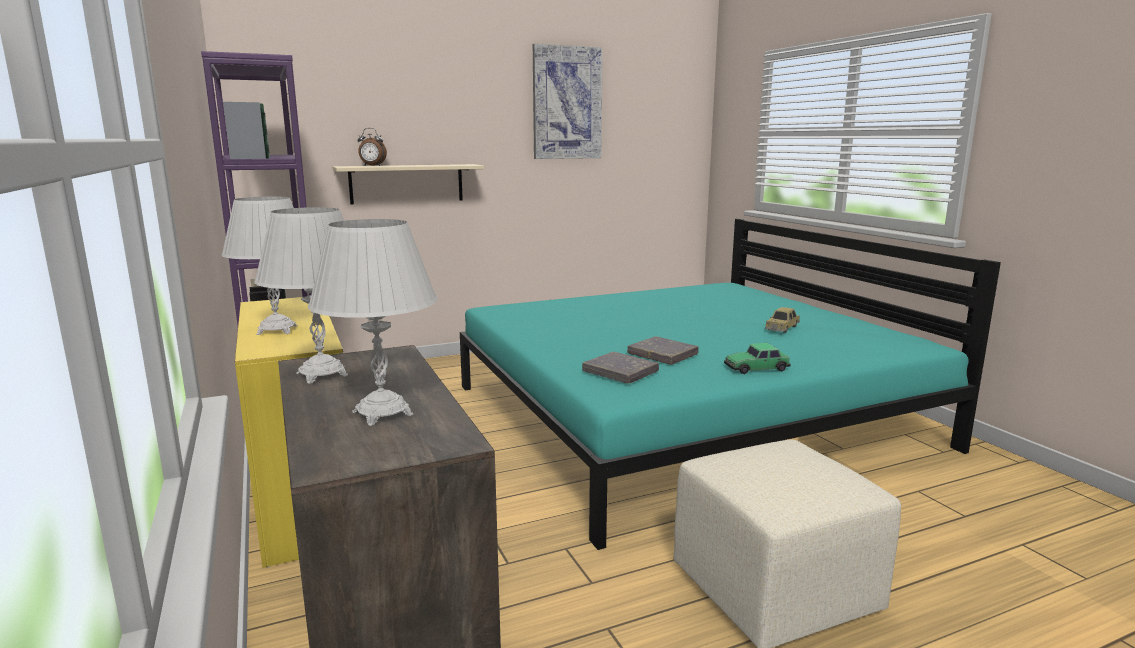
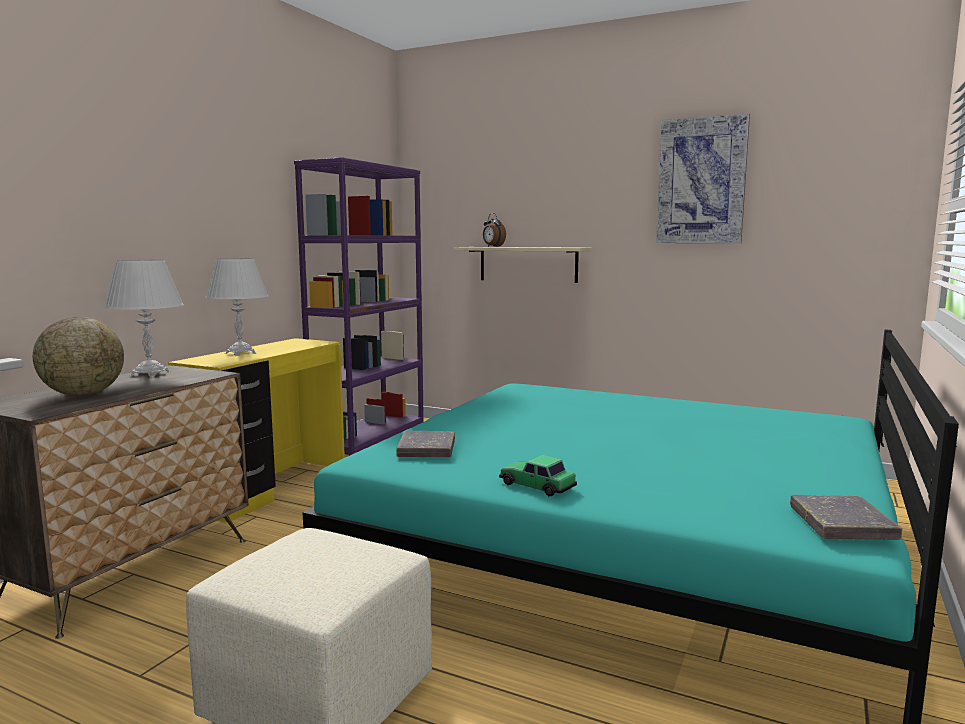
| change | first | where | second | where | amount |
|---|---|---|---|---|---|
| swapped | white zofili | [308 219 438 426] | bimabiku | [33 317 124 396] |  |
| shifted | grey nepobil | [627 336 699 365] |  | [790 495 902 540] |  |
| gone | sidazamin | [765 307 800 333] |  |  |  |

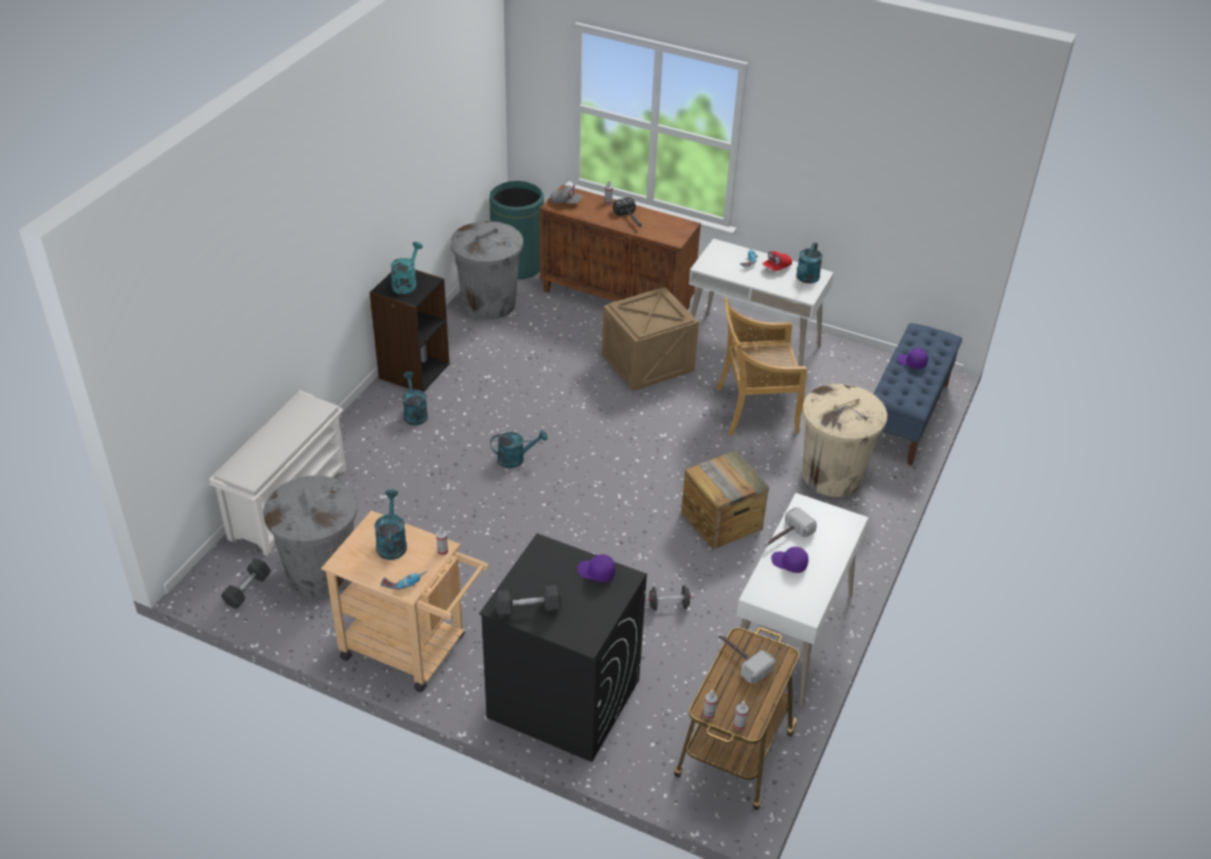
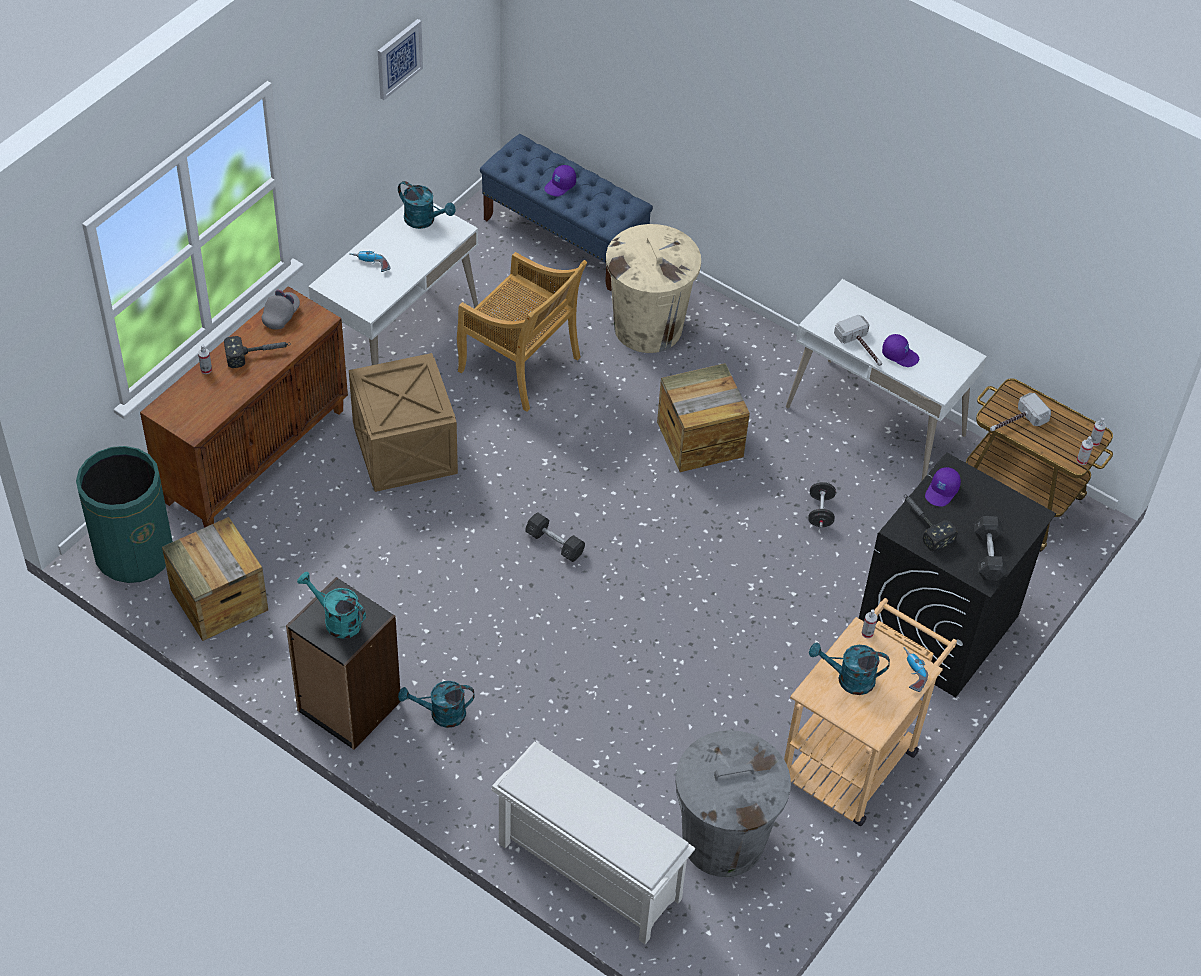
| change | first | where | second | where | amount |
|---|---|---|---|---|---|
| swapped | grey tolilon | [450 221 523 320] | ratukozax | [162 517 268 641] |  |
| shifted | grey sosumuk | [550 185 583 204] |  | [262 290 300 330] |  |
| new |  |  | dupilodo | [378 19 423 100] |  |
| rotated | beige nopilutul | [717 297 807 436] |  | [457 252 587 412] | 60 degrees counterclockwise |
| shifted | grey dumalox | [221 558 271 609] |  | [525 512 585 562] |  |
| rotated | purple sosumuk | [771 547 808 573] |  | [882 334 919 367] | 105 degrees counterclockwise |
| new |  |  | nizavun | [905 496 958 552] |  |
| gone | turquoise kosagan | [490 430 548 468] |  |  |  |
| gone | red sosumuk | [763 251 792 271] |  |  |  |

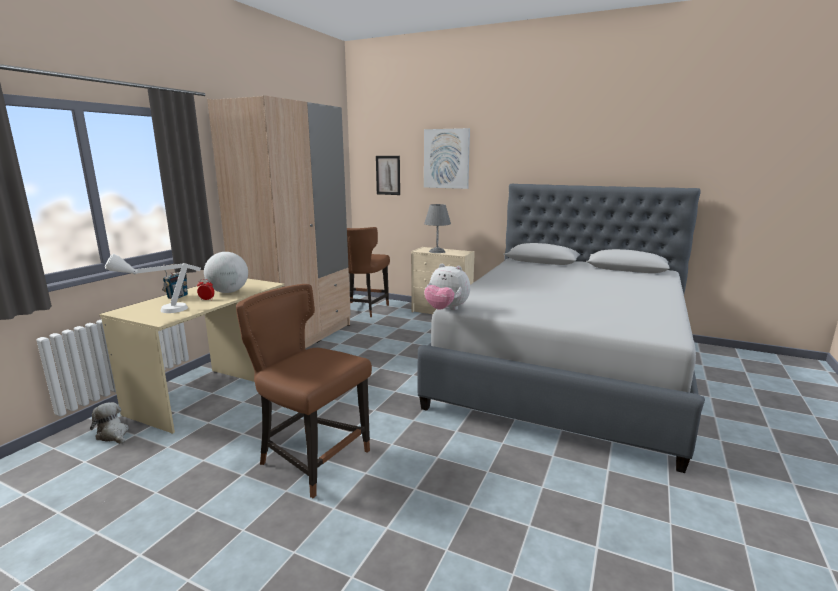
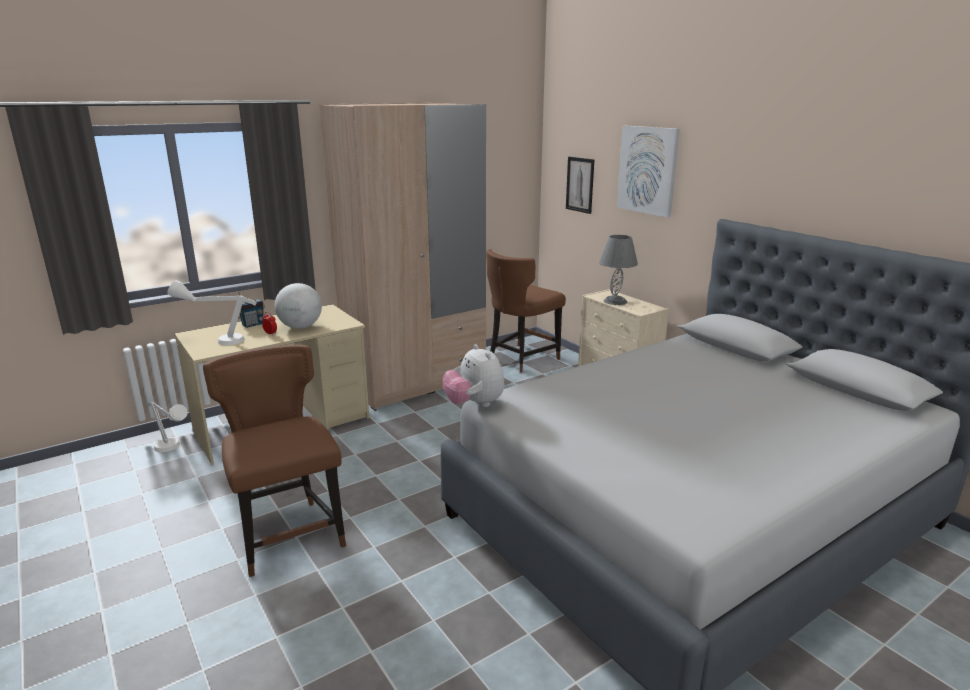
| change | first | where | second | where | amount |
|---|---|---|---|---|---|
| swapped | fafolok | [90 402 129 444] | white zofili | [147 402 188 452] |  |

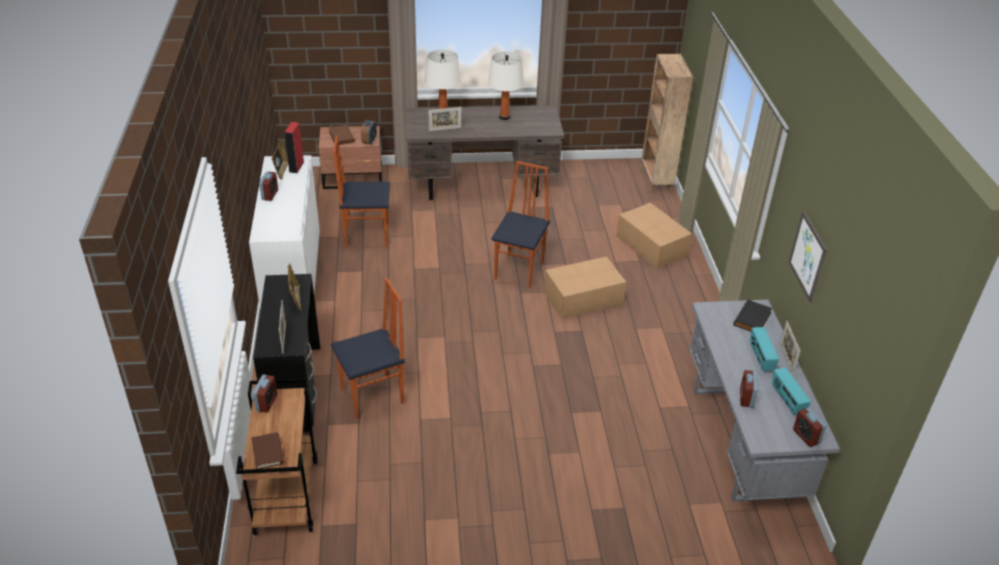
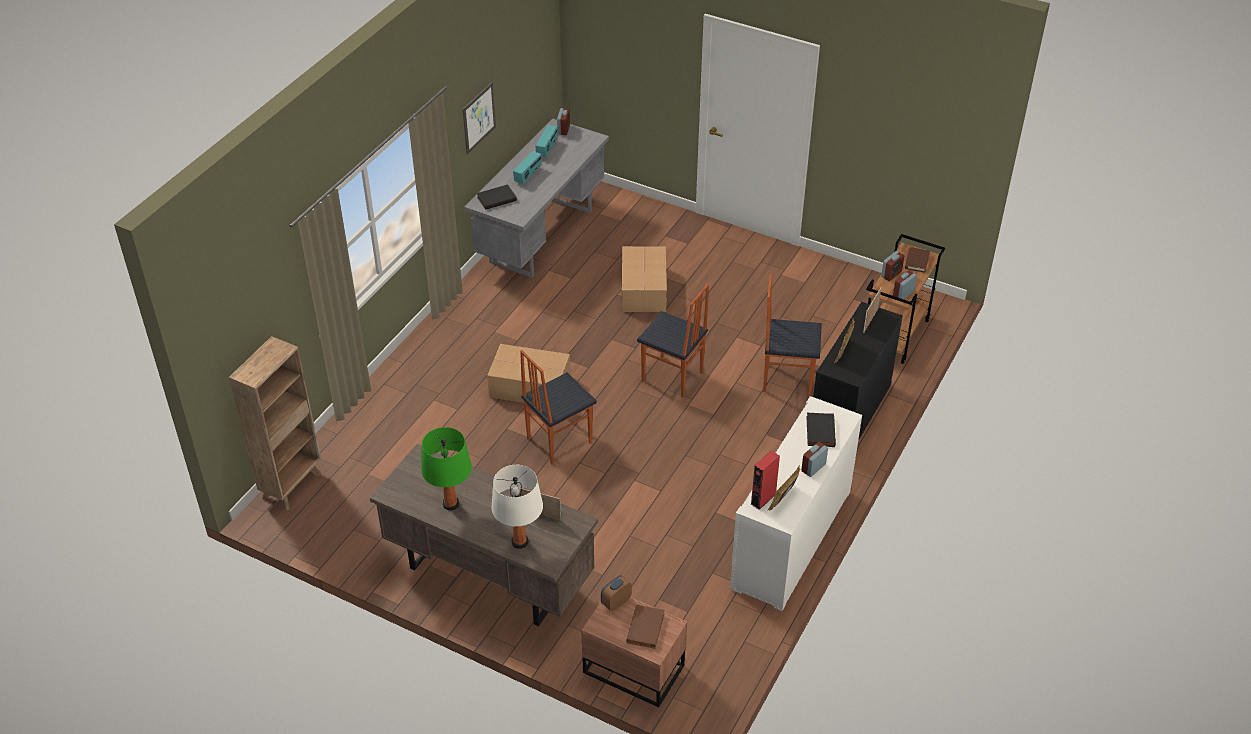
| change | first | where | second | where | amount |
|---|---|---|---|---|---|
| repainted | white zofili | [488 51 524 120] | green zofili | [421 427 472 510] |  |
| shifted | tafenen | [616 203 692 268] |  | [622 246 667 312] |  |
| shifted | nopilutul | [333 135 390 247] |  | [637 283 709 398] |  |
| new |  |  | black nepobil | [807 413 836 447] |  |
| shifted | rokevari | [740 370 758 408] |  | [881 251 904 281] |  |
| gone | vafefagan | [780 321 800 374] |  |  |  |

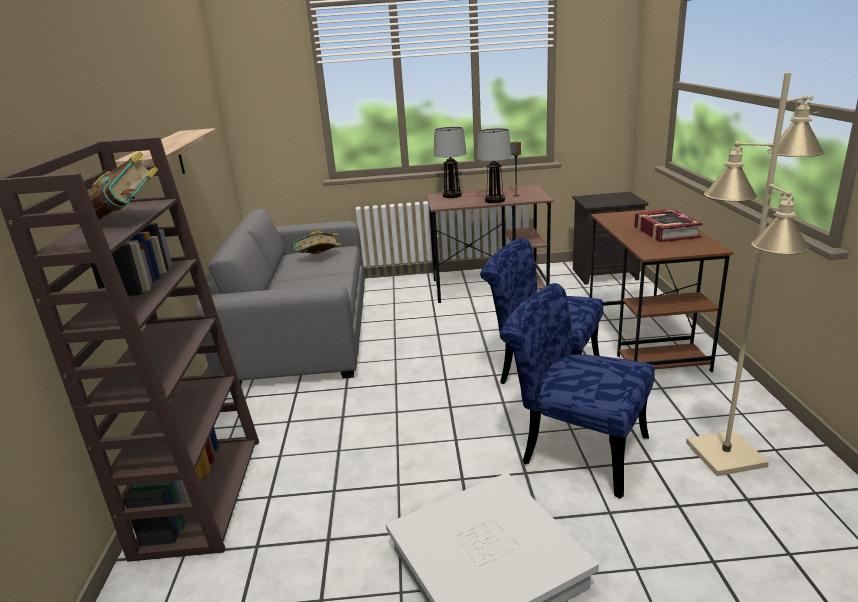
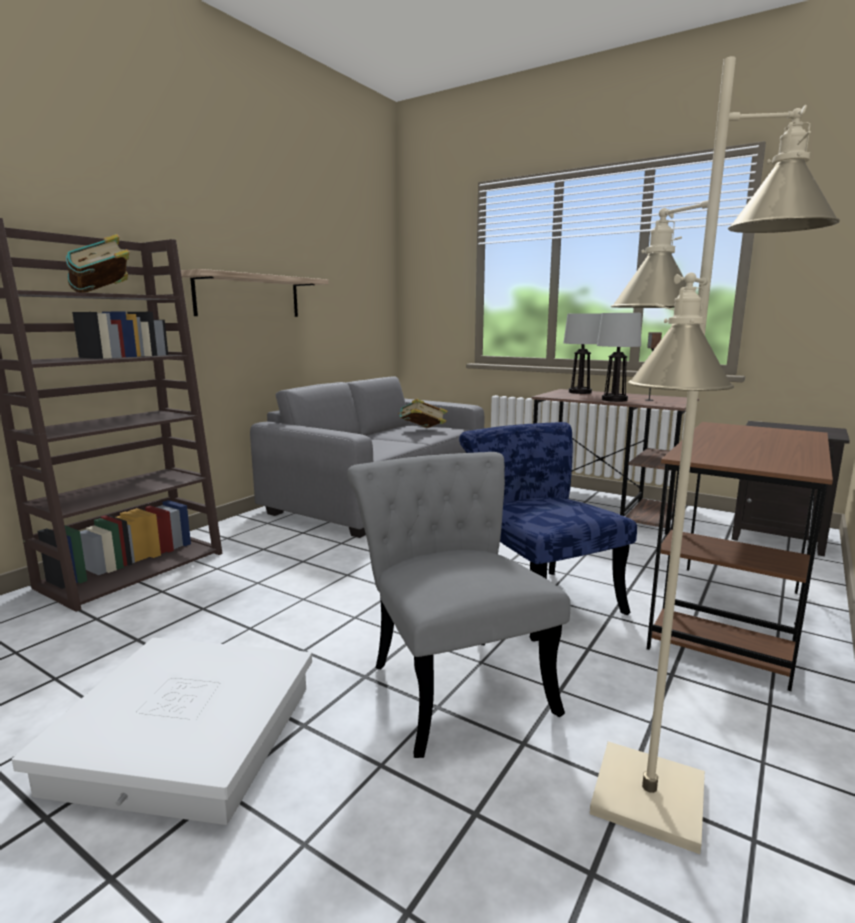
| change | first | where | second | where | amount |
|---|---|---|---|---|---|
| repainted | blue nopilutul | [500 283 655 499] | grey nopilutul | [347 452 571 758] |  |
| gone | nepobil | [634 209 703 242] |  |  |  |

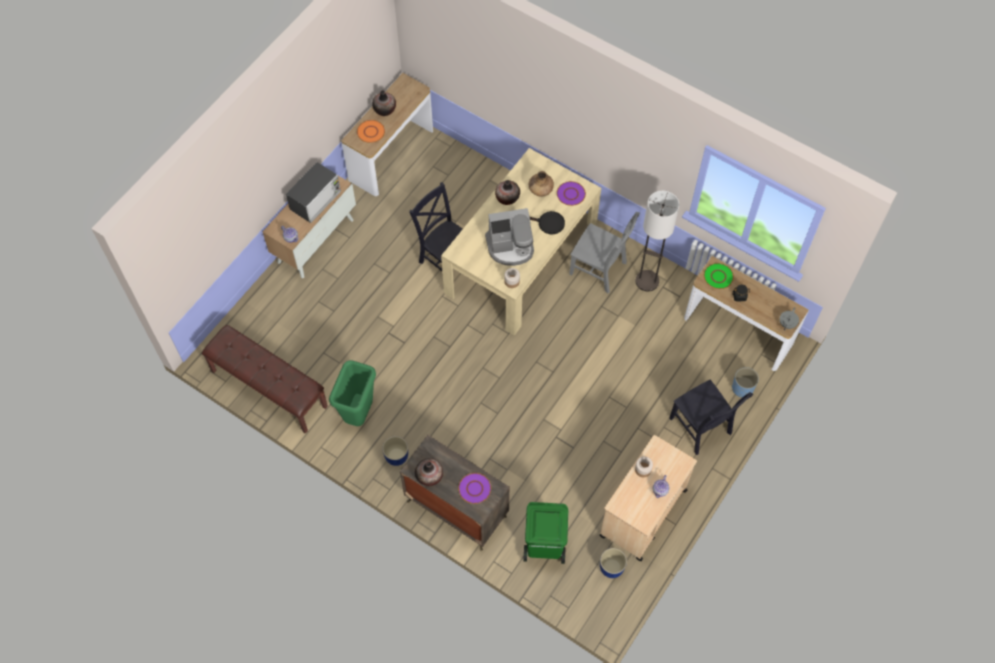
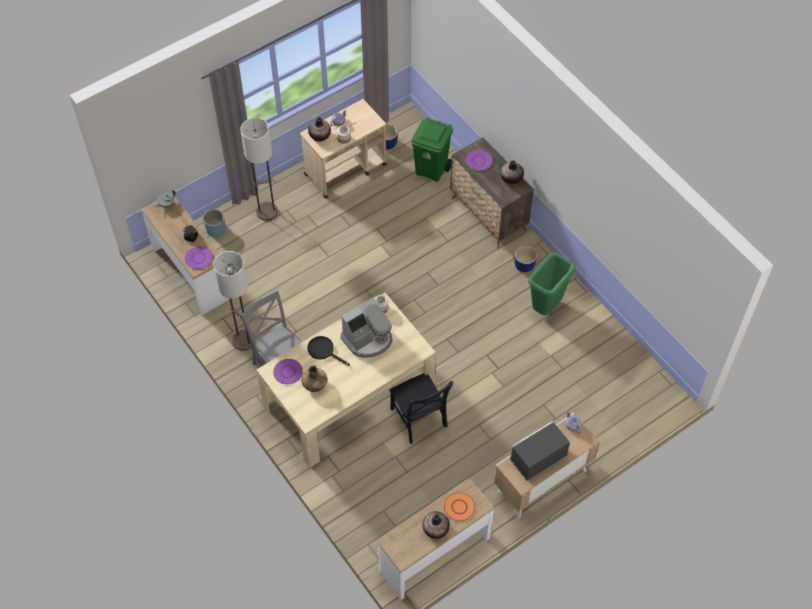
| change | first | where | second | where | amount |
|---|---|---|---|---|---|
| repainted | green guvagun | [704 263 734 289] | purple guvagun | [185 246 213 269] |  |
| swapped | black nopilutul | [669 380 753 455] | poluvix | [240 118 278 221] |  |
| shifted | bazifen | [495 180 520 205] |  | [308 117 331 142] |  |
| rotated | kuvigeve | [485 208 534 266] |  | [340 297 392 358] | 135 degrees clockwise |
| gone | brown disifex | [202 325 328 434] |  |  |  |

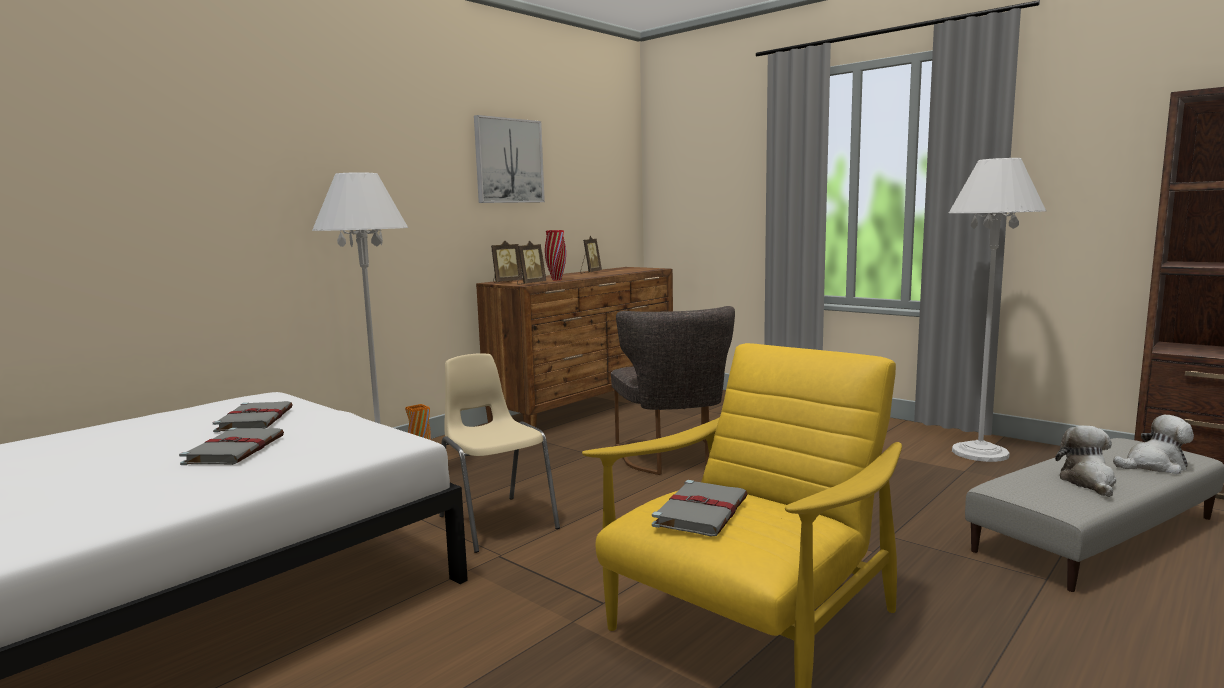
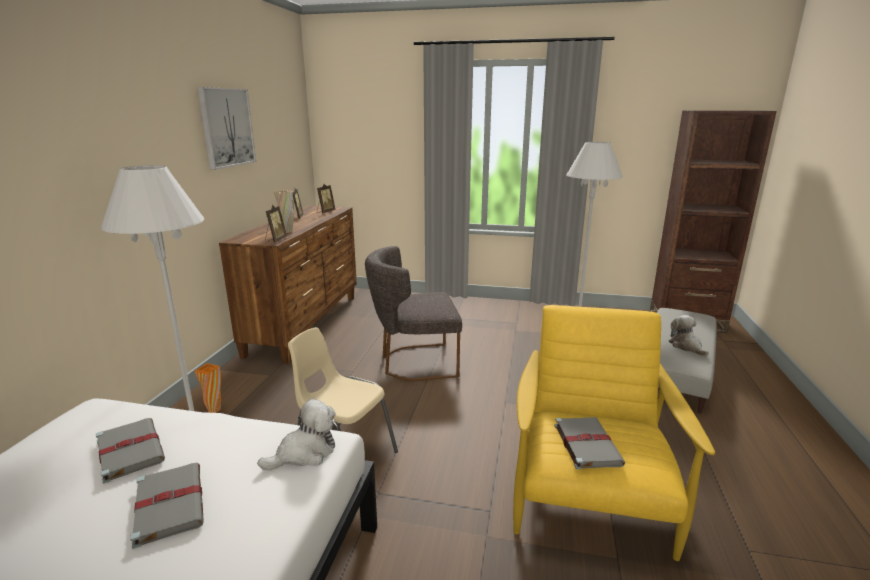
| change | first | where | second | where | amount |
|---|---|---|---|---|---|
| shifted | fafolok | [1113 415 1194 474] |  | [257 399 336 470] |  |
| repainted | red bazifen | [545 230 566 281] | beige bazifen | [274 190 294 233] |  |
| shifted | vafefagan | [491 241 523 282] |  | [317 184 335 213] |  |
| rotated | grey nopilutul | [611 306 735 475] |  | [365 246 462 381] | 120 degrees clockwise |

